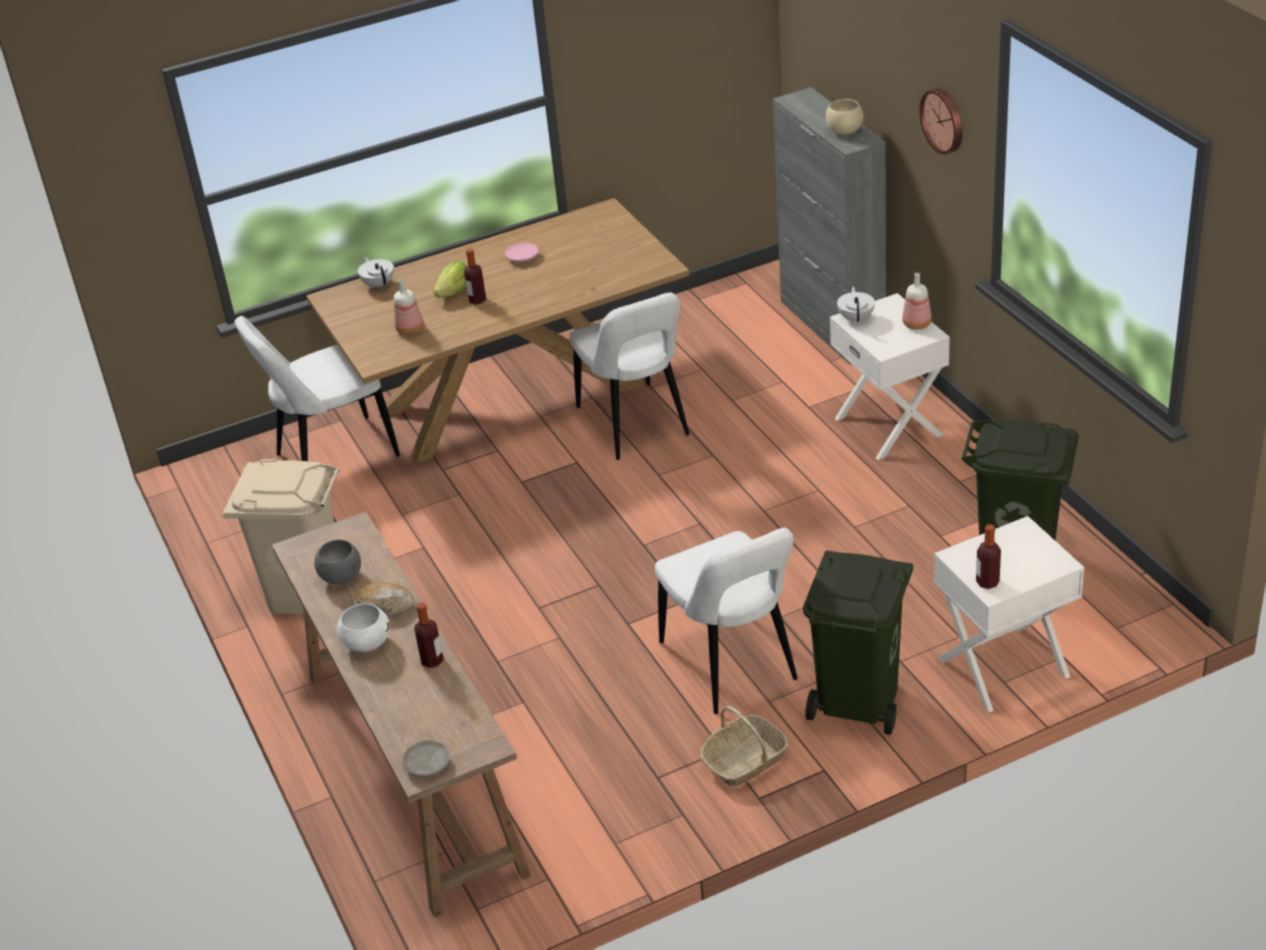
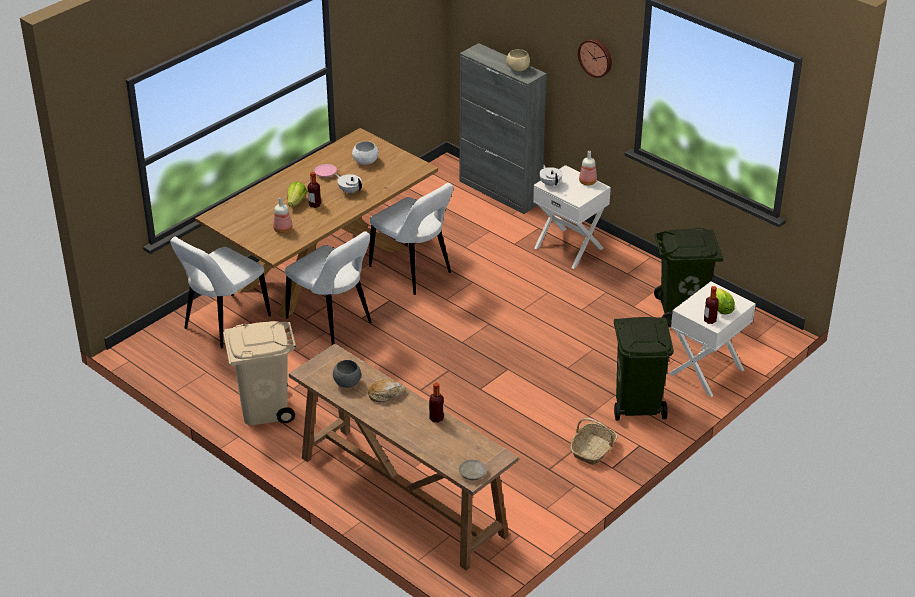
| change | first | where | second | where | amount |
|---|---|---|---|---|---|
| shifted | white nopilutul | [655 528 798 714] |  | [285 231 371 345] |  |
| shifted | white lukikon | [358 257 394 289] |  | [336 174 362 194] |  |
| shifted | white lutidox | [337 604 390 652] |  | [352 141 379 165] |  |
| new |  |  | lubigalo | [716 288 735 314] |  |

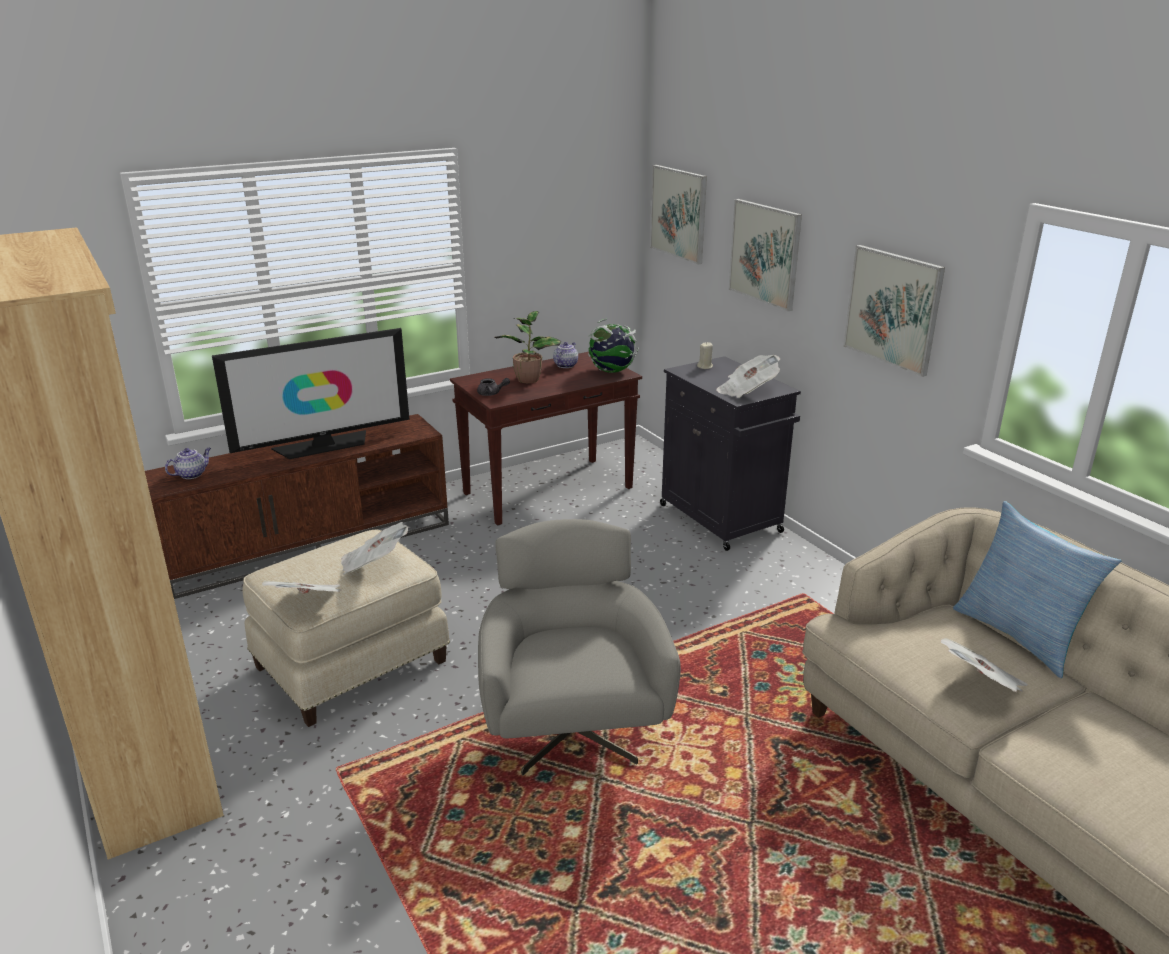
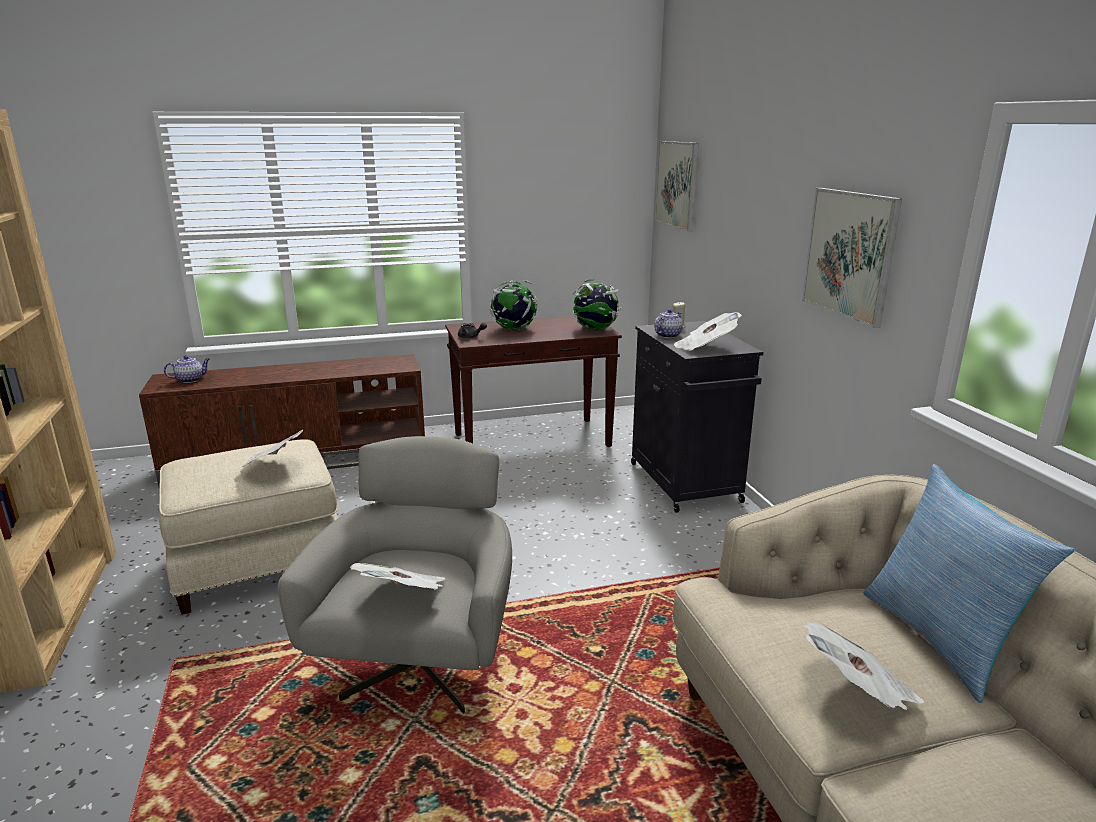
| change | first | where | second | where | amount |
|---|---|---|---|---|---|
| shifted | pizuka | [262 581 341 594] |  | [350 563 445 589] |  |
| swapped | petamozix | [494 311 561 383] | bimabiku | [490 280 538 330] |  |
| shifted | lukikon | [553 342 578 368] |  | [654 309 683 338] |  |
| gone | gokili | [212 328 410 459] |  |  |  |
| gone | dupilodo | [728 199 802 311] |  |  |  |

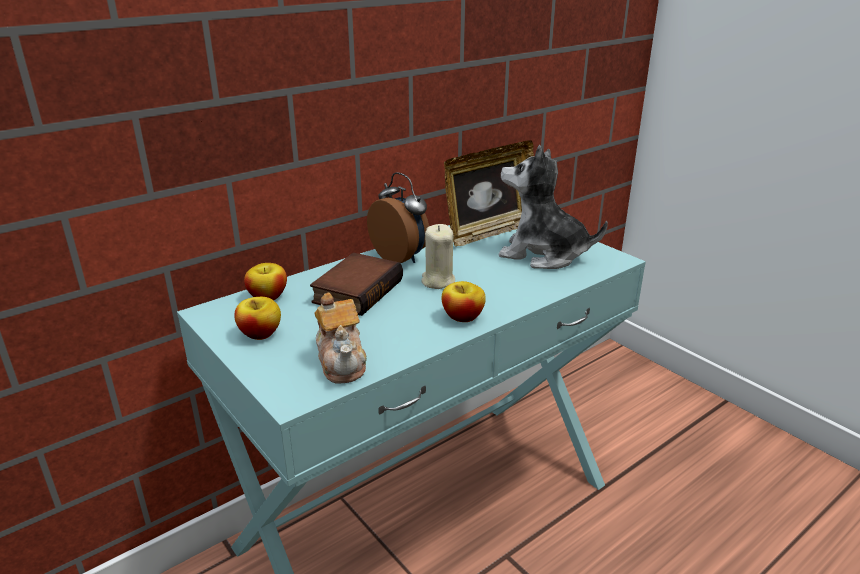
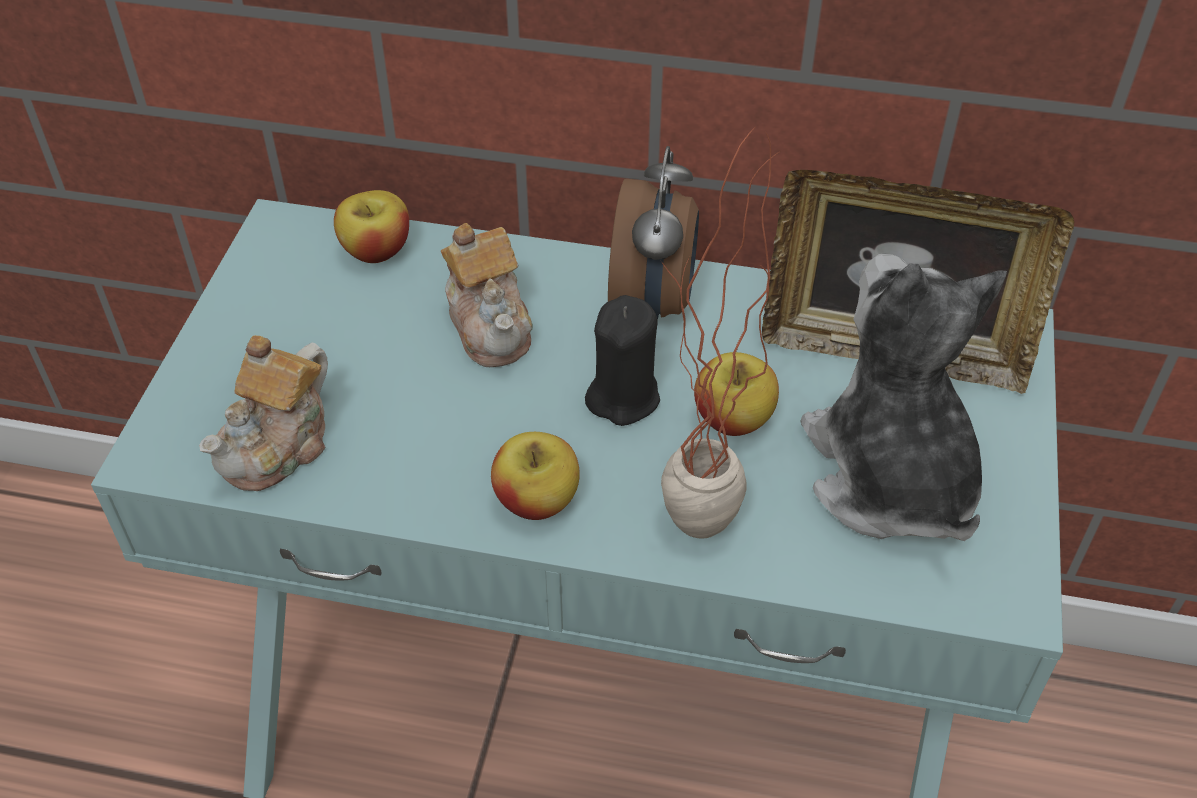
| change | first | where | second | where | amount |
|---|---|---|---|---|---|
| swapped | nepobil | [310 253 403 316] | lukikon | [441 223 533 367] |  |
| repainted | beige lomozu | [421 224 455 289] | black lomozu | [585 295 660 426] |  |
| new |  |  | petamozix | [661 130 779 539] |  |
| shifted | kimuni | [234 297 281 340] |  | [694 352 779 436] |  |

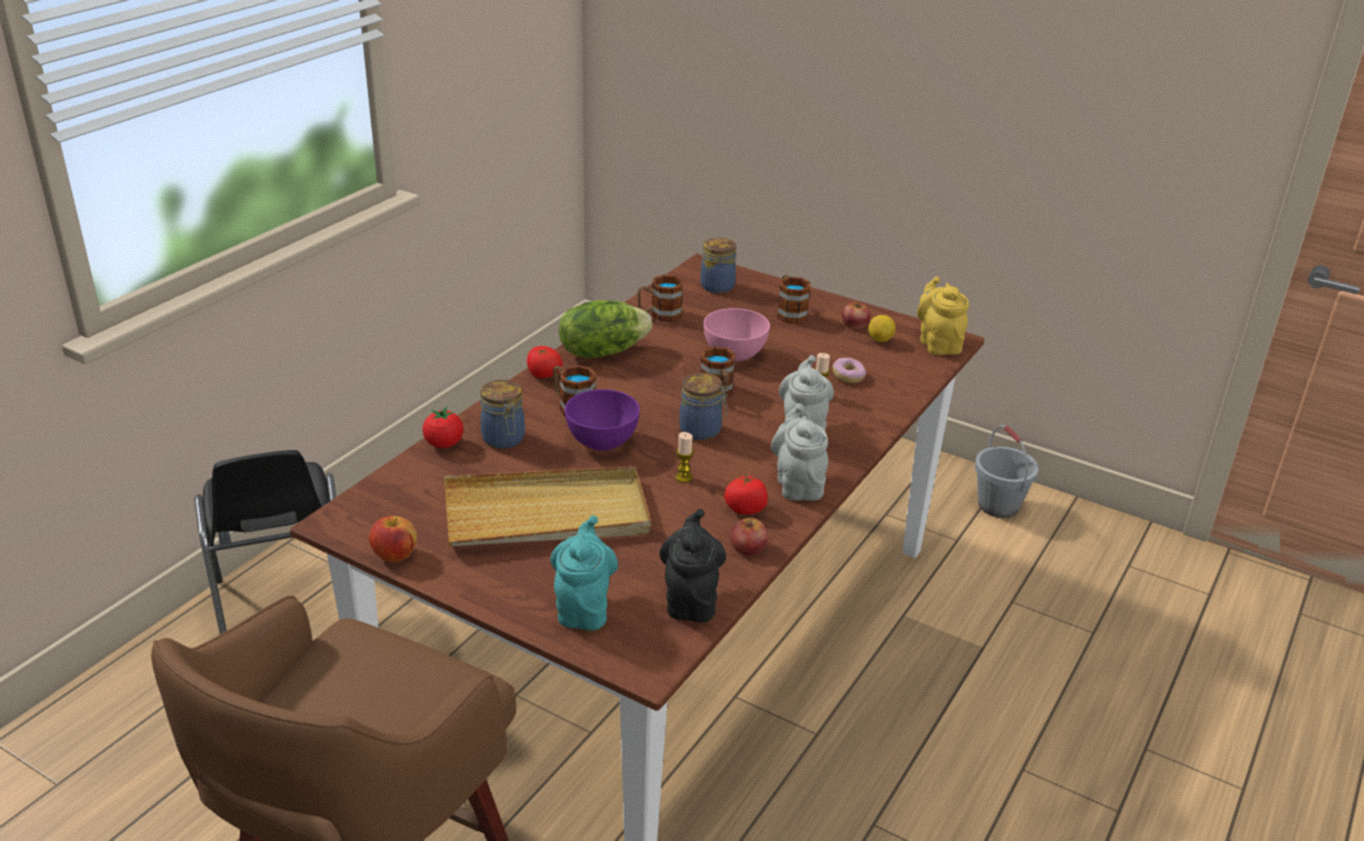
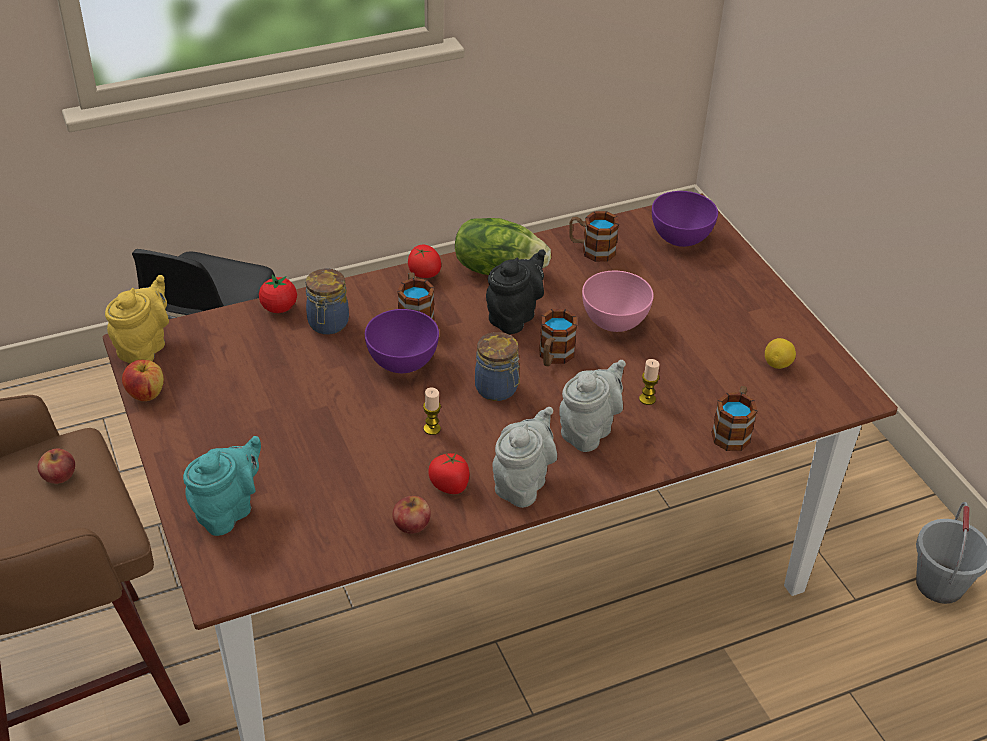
| change | first | where | second | where | amount |
|---|---|---|---|---|---|
| shifted | kimuni | [842 302 871 329] |  | [38 448 75 484] |  |
| shifted | yellow lukikon | [917 276 969 355] |  | [105 275 169 363] |  |
| shifted | black lukikon | [659 509 726 622] |  | [486 249 546 334] |  |
| swapped | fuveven | [701 237 736 293] | purple lutidox | [652 191 718 247] |  |
| shifted | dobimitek | [777 275 811 324] |  | [711 386 757 451] |  |
| gone | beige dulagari | [444 466 651 546] |  |  |  |
| gone | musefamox | [832 358 866 383] |  |  |  |

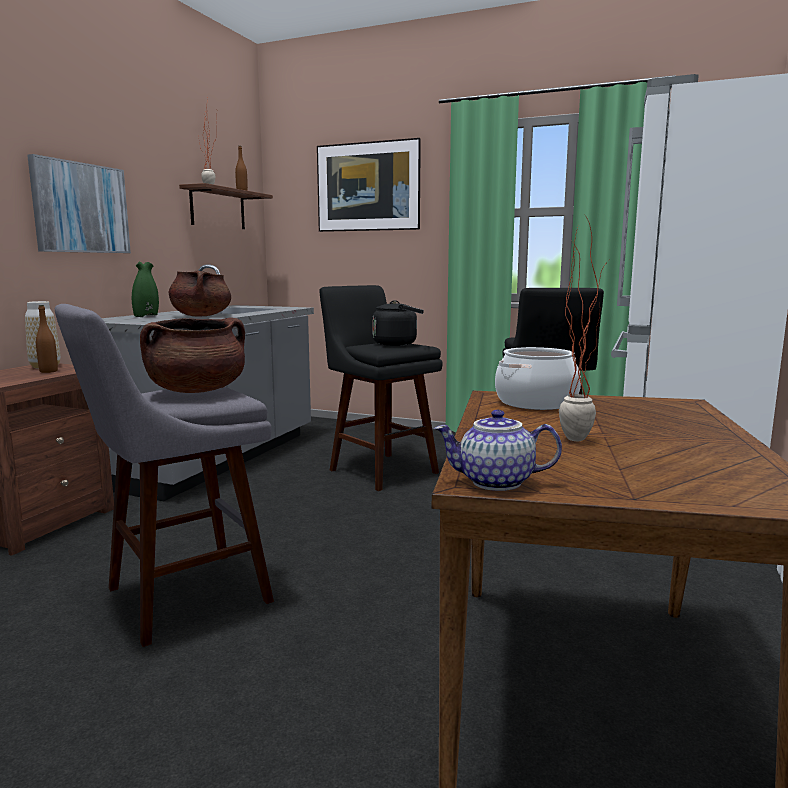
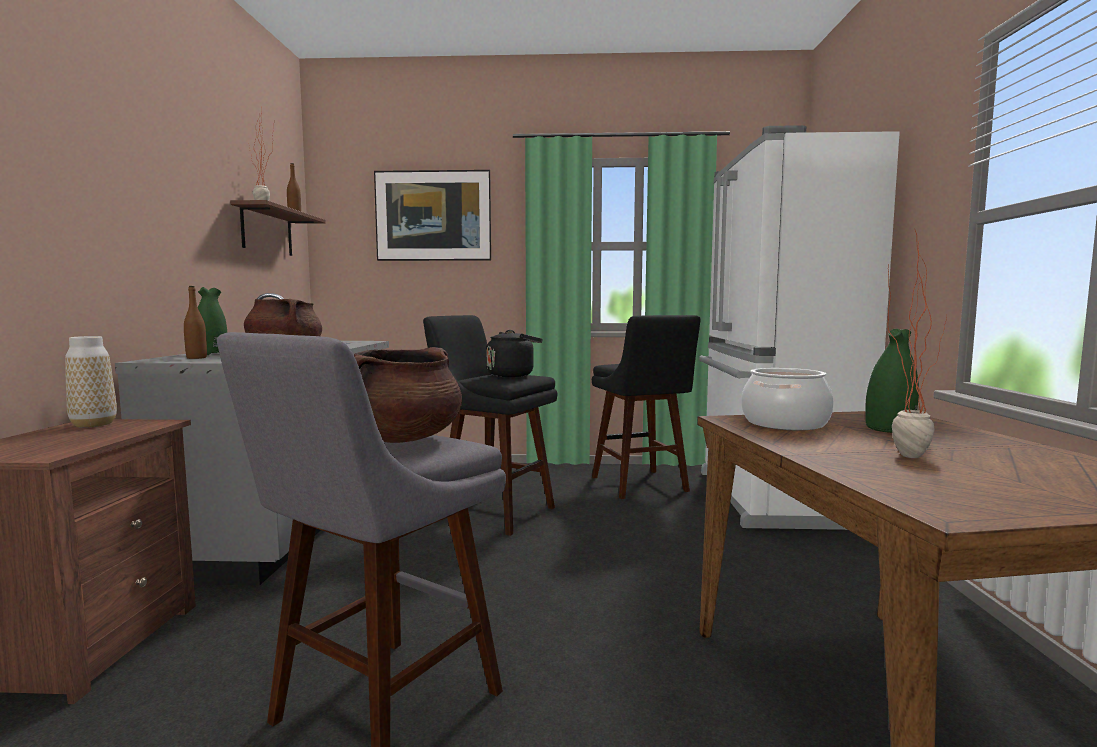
| change | first | where | second | where | amount |
|---|---|---|---|---|---|
| shifted | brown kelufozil | [36 305 58 373] |  | [184 286 207 359] |  |
| new |  |  | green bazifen | [865 329 919 433] |  |
| gone | dupilodo | [27 154 131 253] |  |  |  |
| gone | lukikon | [434 410 562 491] |  |  |  |

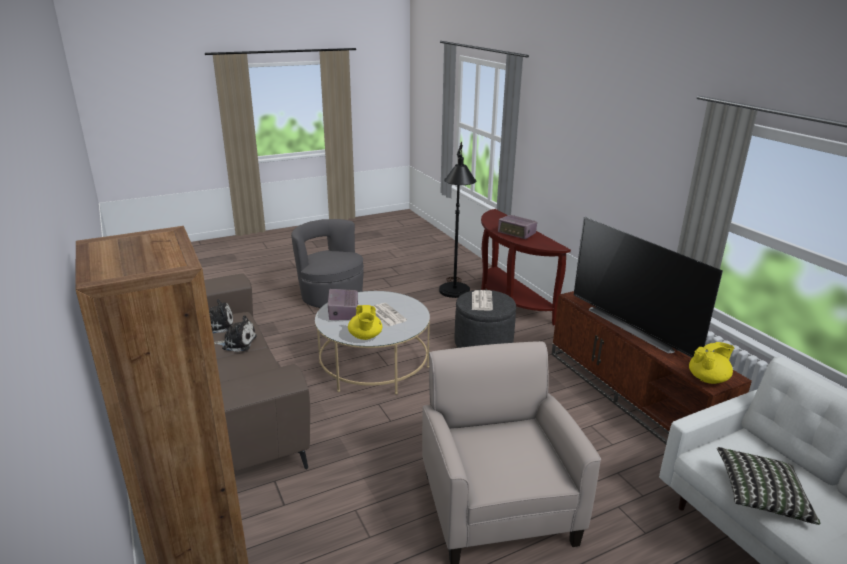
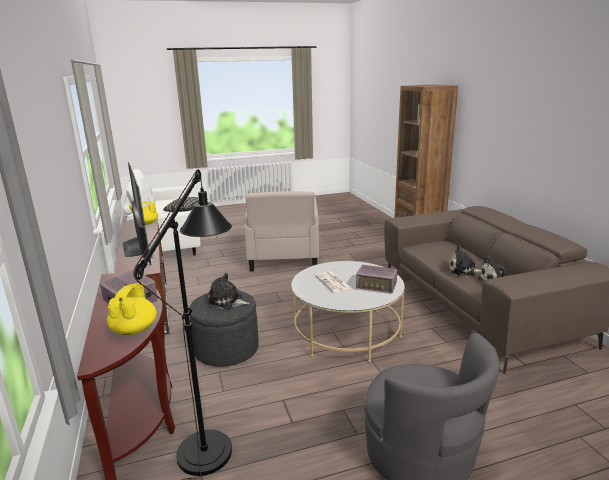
| change | first | where | second | where | amount |
|---|---|---|---|---|---|
| shifted | yellow lukikon | [348 305 382 340] |  | [107 283 157 335] |  |
| swapped | pizuka | [472 290 493 311] | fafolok | [208 273 250 309] |  |
| rotated | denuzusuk | [328 289 358 320] |  | [356 265 398 293] | 105 degrees clockwise |

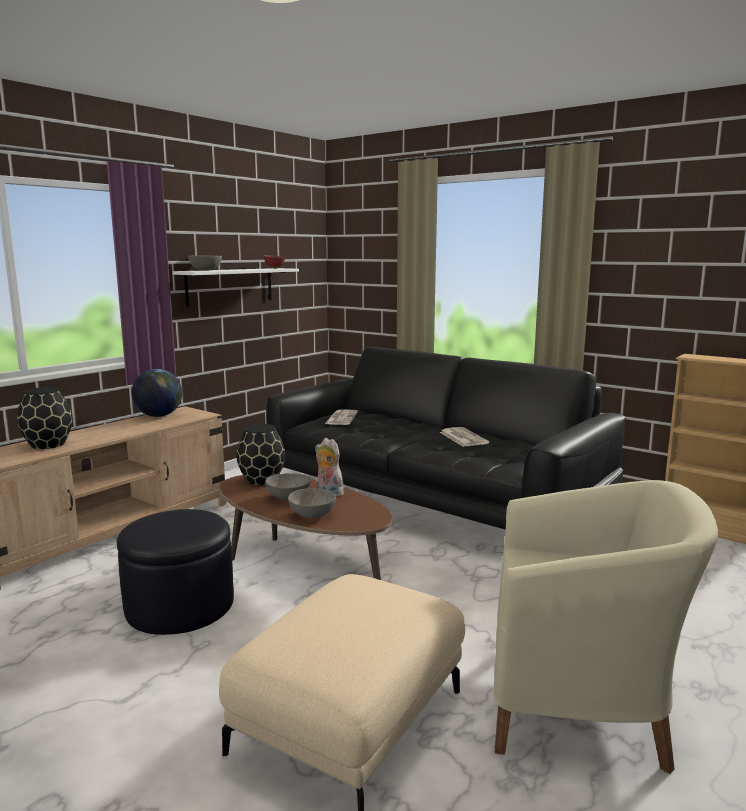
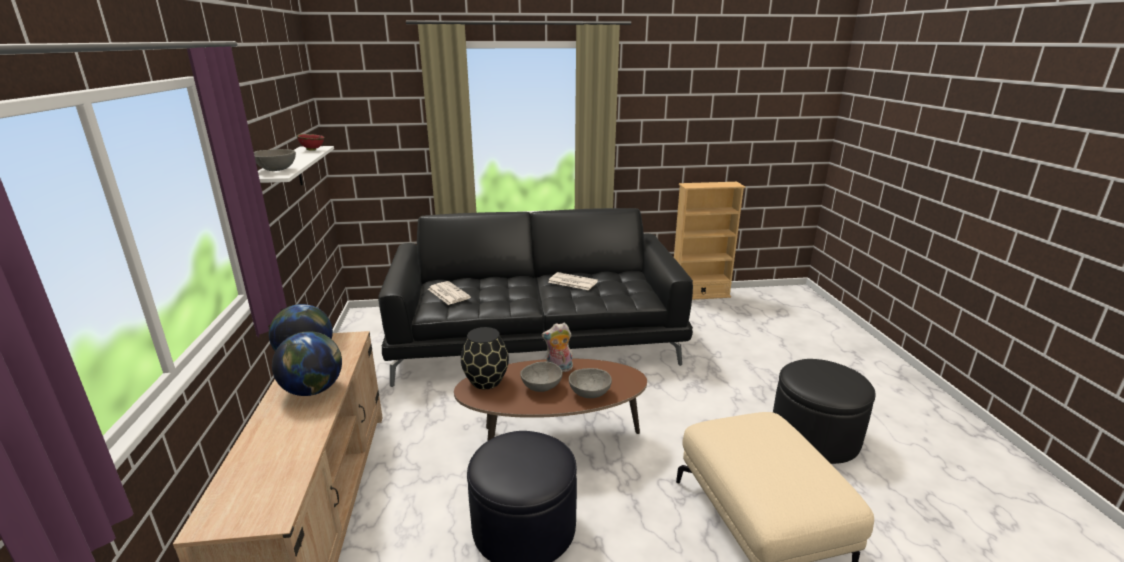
| change | first | where | second | where | amount |
|---|---|---|---|---|---|
| new |  |  | bimabiku | [272 331 342 396] |  |
| swapped | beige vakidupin | [493 480 718 774] | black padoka | [773 359 876 464] |  |
| gone | black bazifen | [17 387 72 449] |  |  |  |

